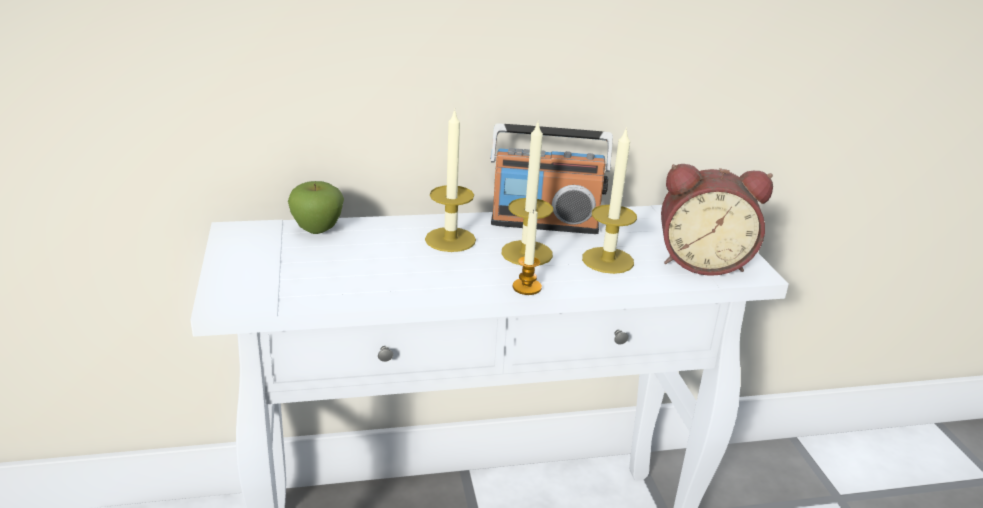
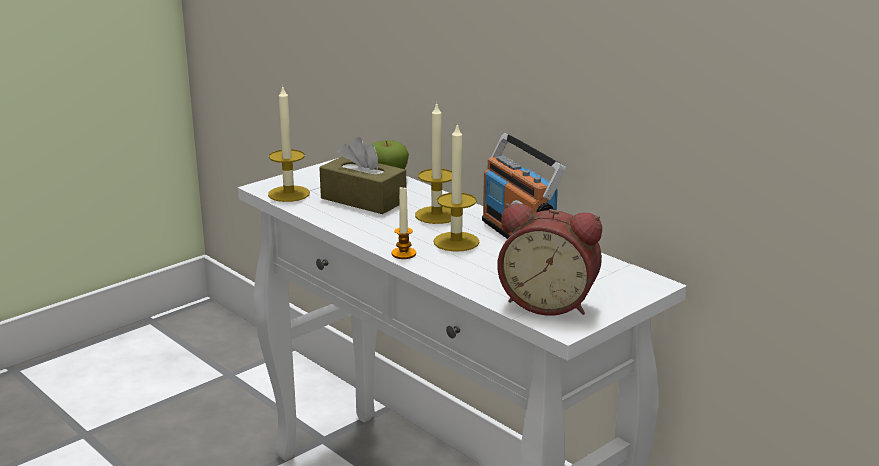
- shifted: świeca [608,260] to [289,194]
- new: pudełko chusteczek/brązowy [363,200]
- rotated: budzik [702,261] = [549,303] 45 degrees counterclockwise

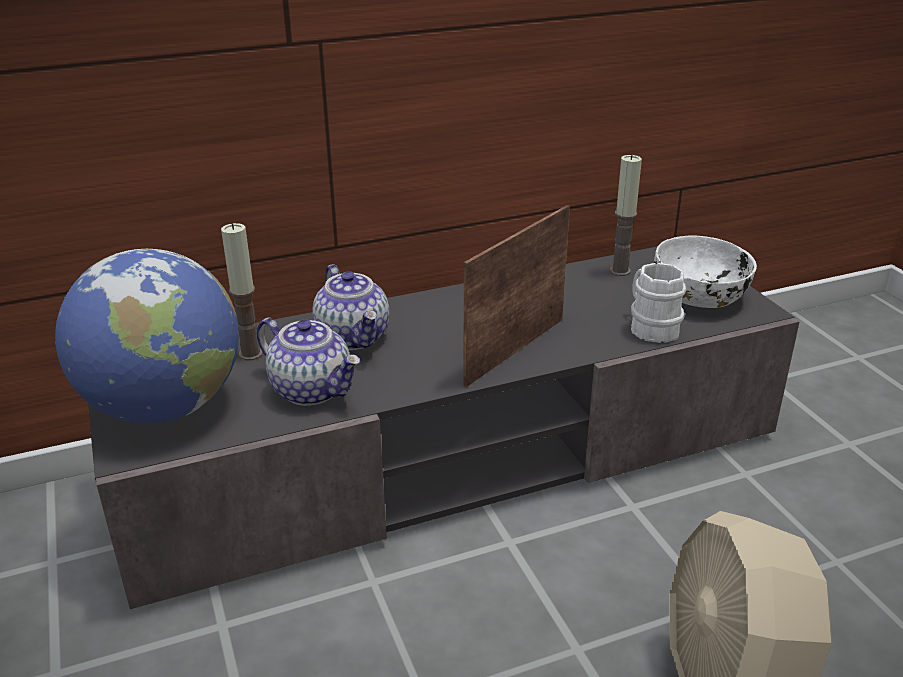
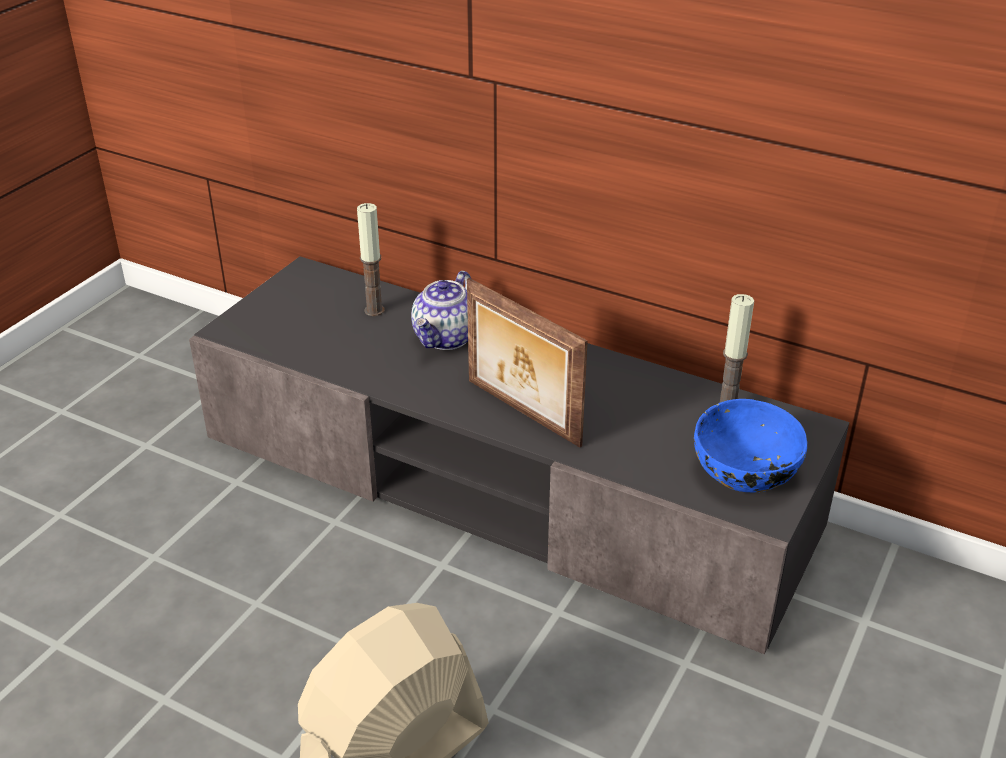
- rotated: ramka na zdjęcie [513,350] = [521,413] 135 degrees counterclockwise
- repainted: miska/biały [700,296] to miska/niebieski [744,472]
- gone: globus [164,407]
- gone: imbryk [312,390]
- gone: kubek/biały [650,327]

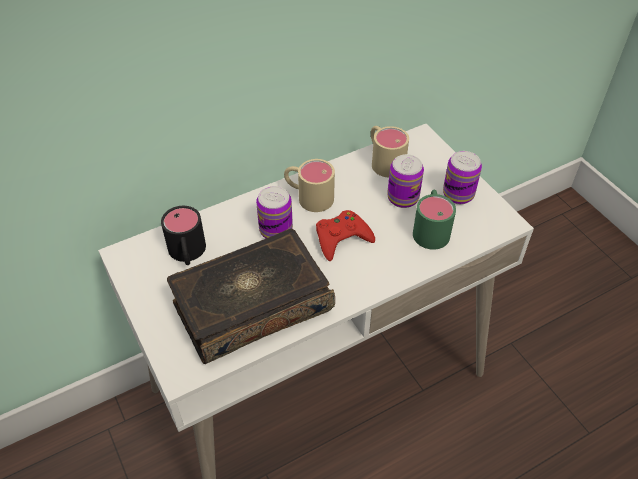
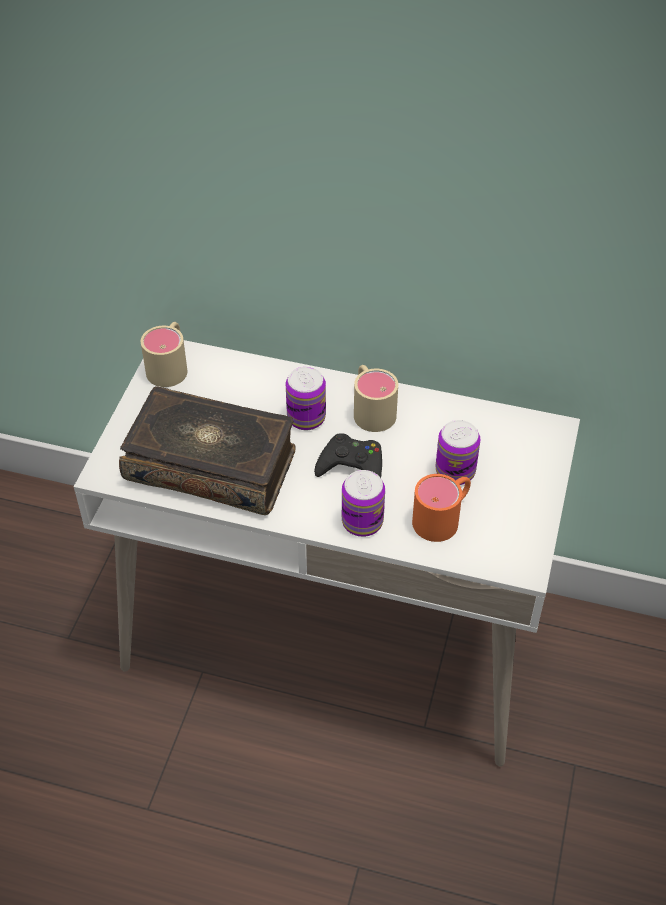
- shifted: kubek/beżowy [384,160] to [170,365]
- repainted: pad do gier/czerwony [342,238] to pad do gier/czarny [352,466]
- shifted: puszka [458,194] to [362,522]
- repainted: kubek/zielony [431,228] to kubek/pomarańczowy [443,517]
- gone: kubek/czarny [187,254]

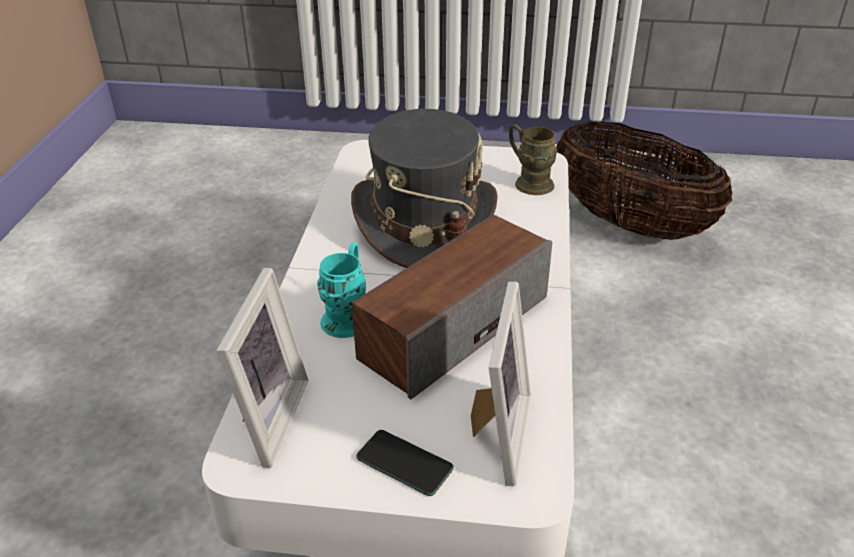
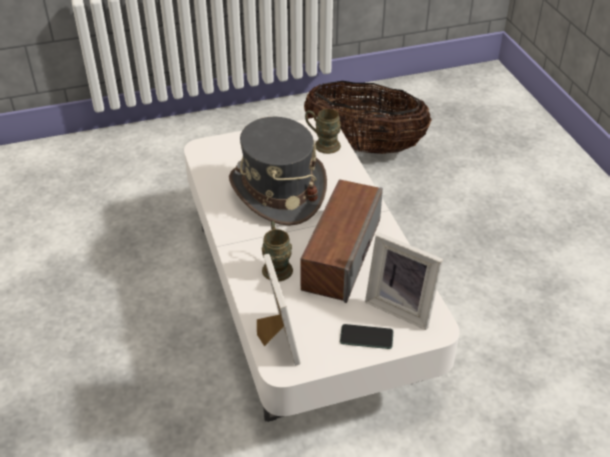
- repainted: kubek/turkusowy [348,315] to kubek/brązowy [276,265]
- rotated: ramka na zdjęcie [495,435] = [401,306] 135 degrees clockwise

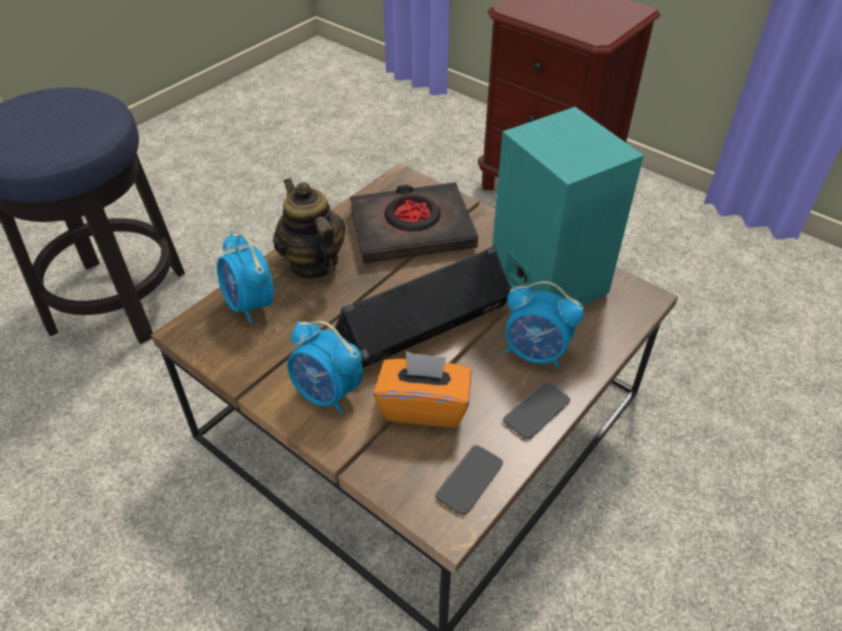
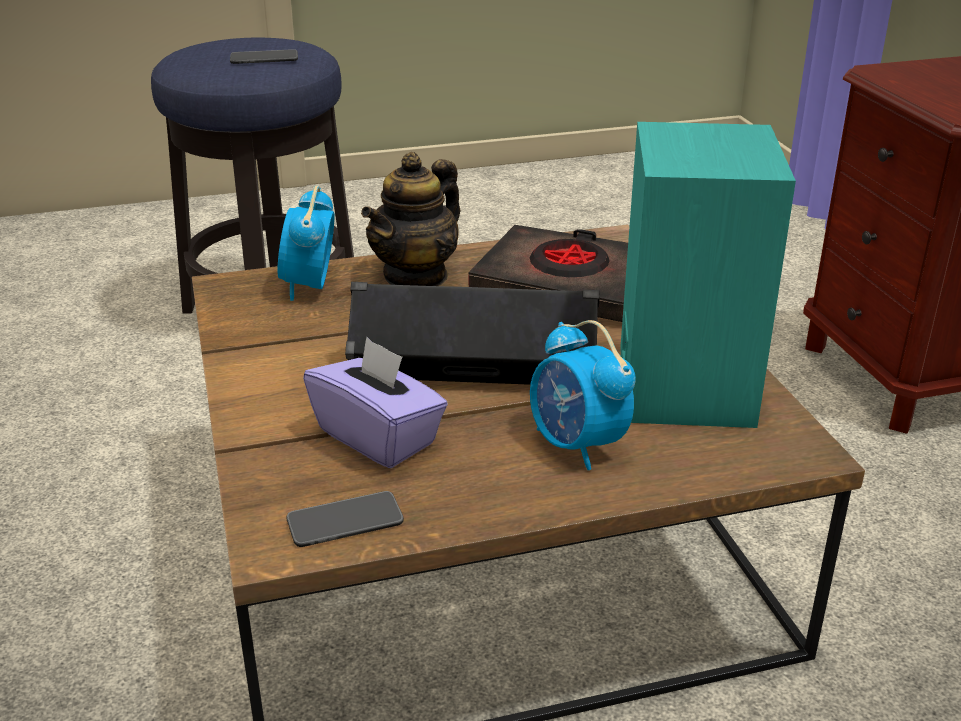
- shifted: telefon [536,411] to [264,59]
- repainted: pudełko chusteczek/pomarańczowy [424,407] to pudełko chusteczek/fioletowy [378,436]
- rotated: imbryk [313,263] = [416,276] 150 degrees counterclockwise
- gone: budzik [327,394]

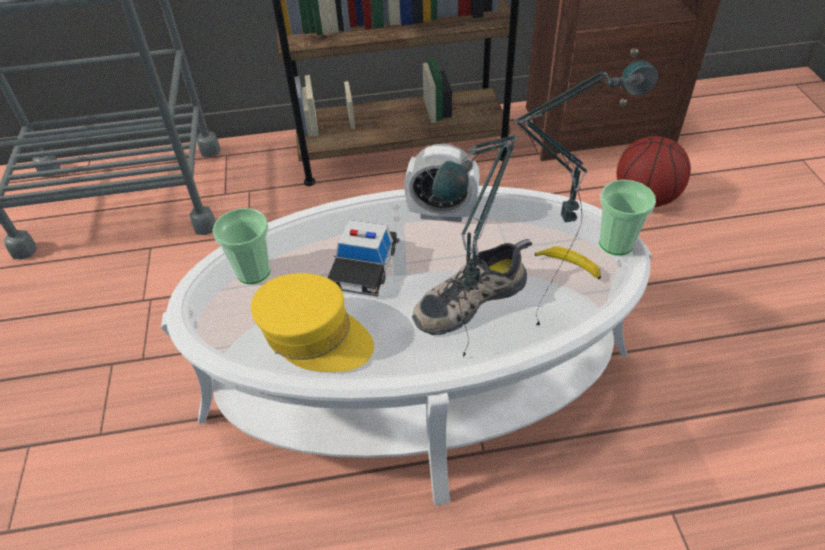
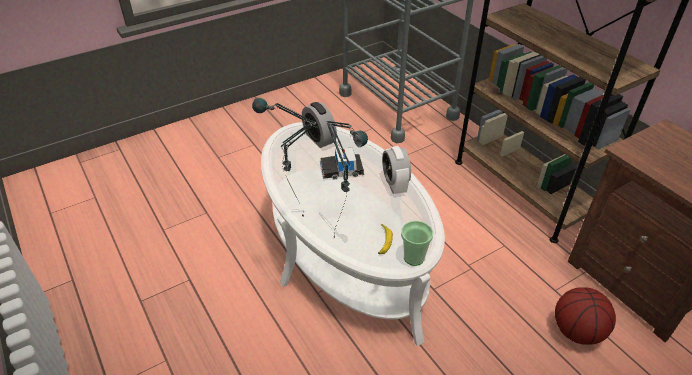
- swapped: filiżanka [253,271] to budzik [319,138]
- gone: czapka z daszkiem/żółty [314,335]
- gone: but [469,298]

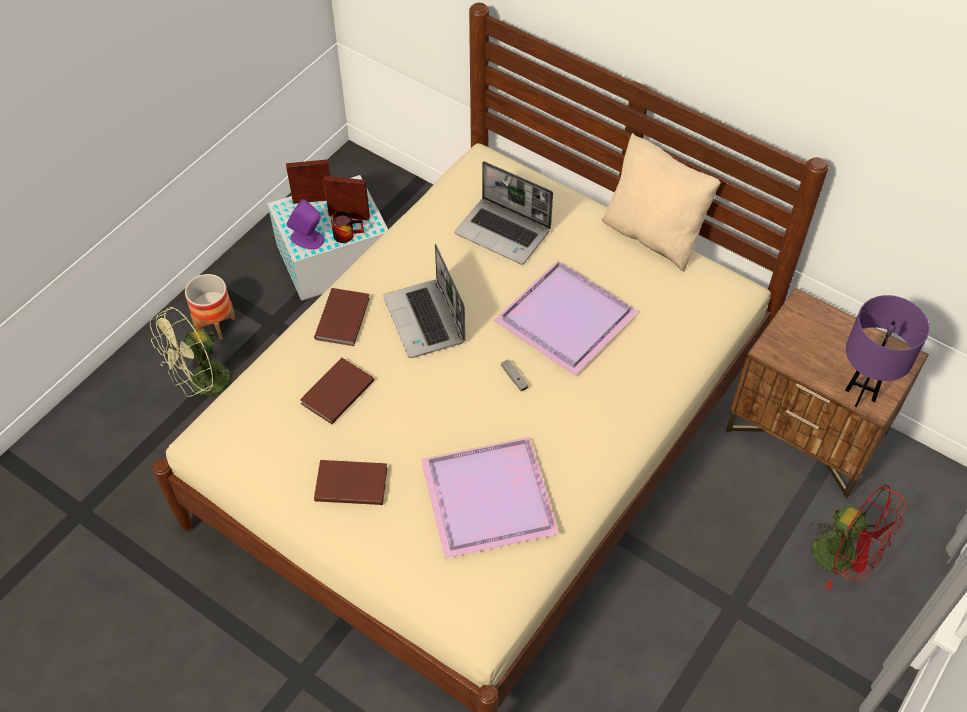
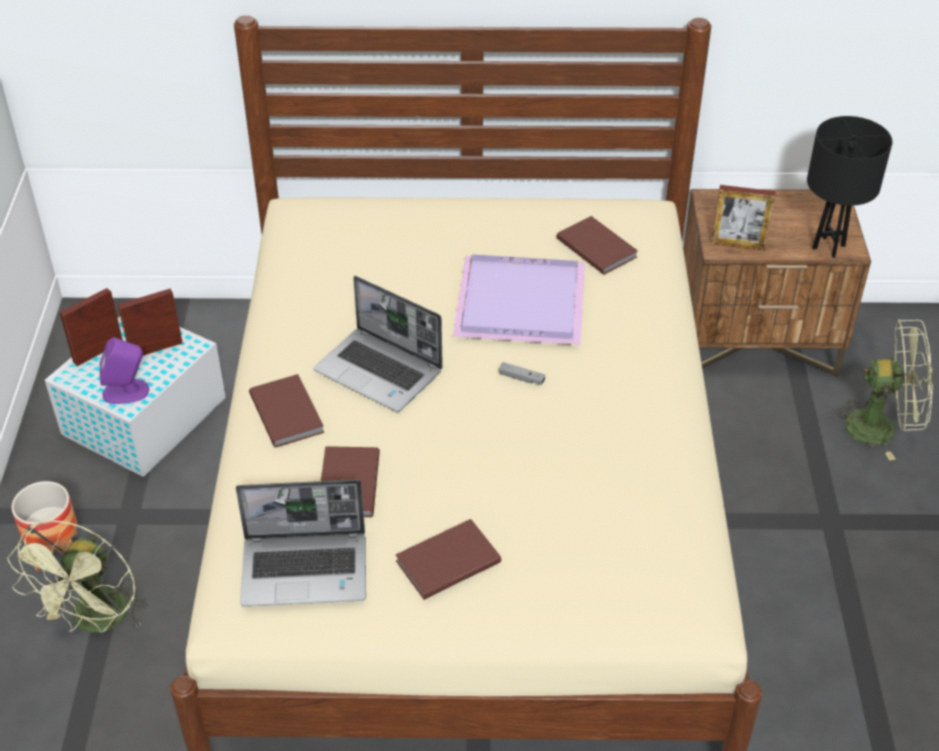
- shifted: laptop [504,232] to [306,569]
- new: książka/brązowy [597,247]
- new: ramka na zdjęcie [738,245]
- repainted: lampa stołowa/fioletowy [860,395] to lampa stołowa/czarny [828,247]
- repainted: wentylator/czerwony [844,558] to wentylator/zielony [881,427]
- gone: kubek [347,233]
- gone: taca/fioletowy [491,499]
- gone: poduszka/beżowy [653,235]

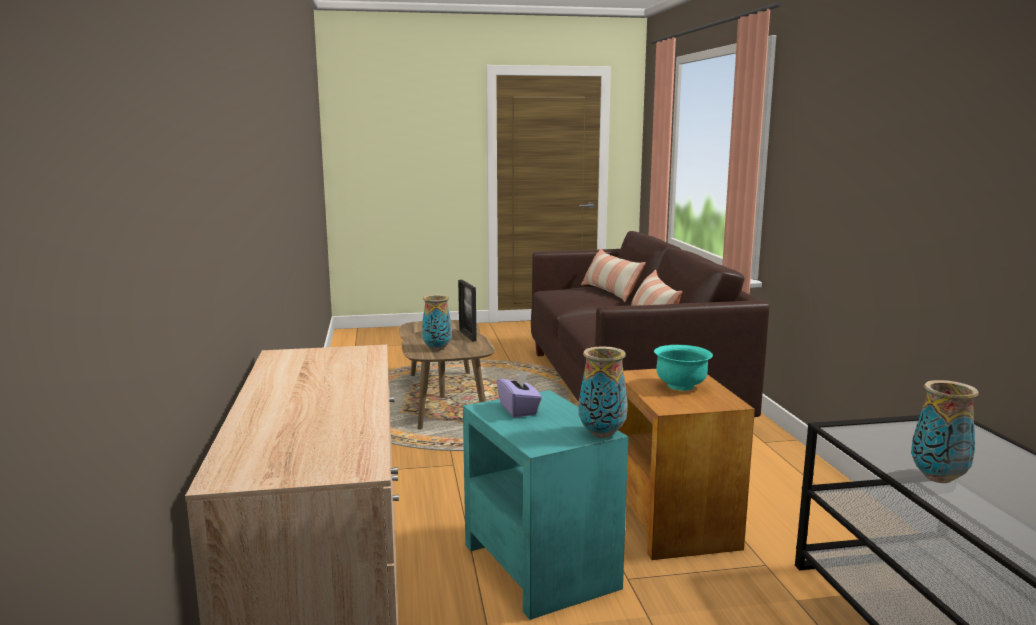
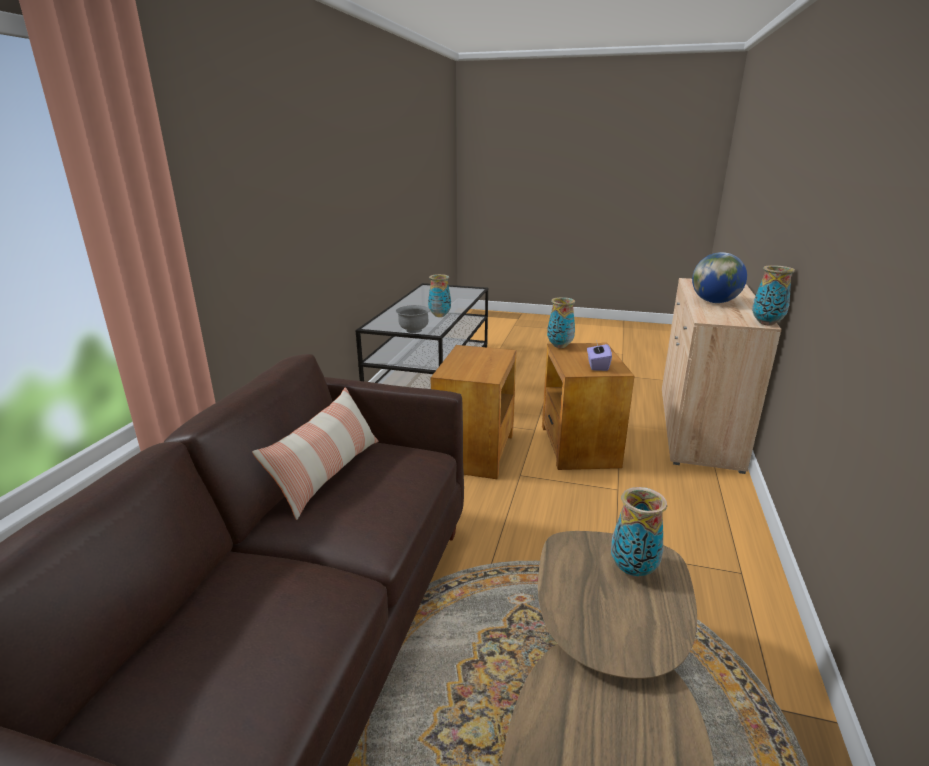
- new: miska/szary [413,330]
- repainted: stolik/turkusowy [540,565] to stolik/brązowy [578,446]
- new: globus [714,302]
- new: wazon [767,323]
- gone: ramka na zdjęcie [467,335]
- gone: poduszka [610,292]
- gone: miska/turkusowy [681,386]

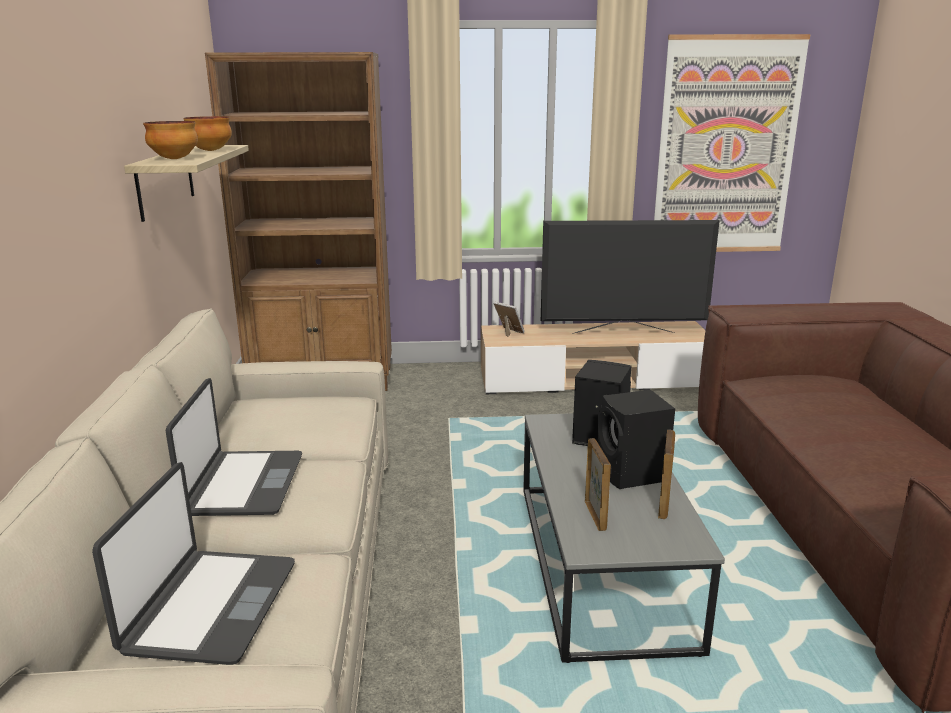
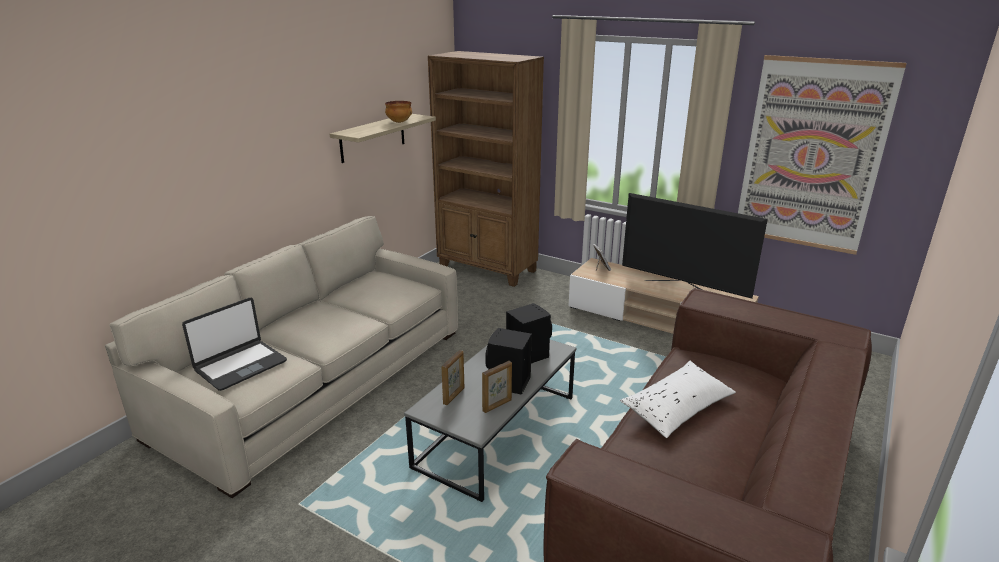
- new: poduszka/biały [677,408]
- gone: miska [175,159]
- gone: laptop [243,484]

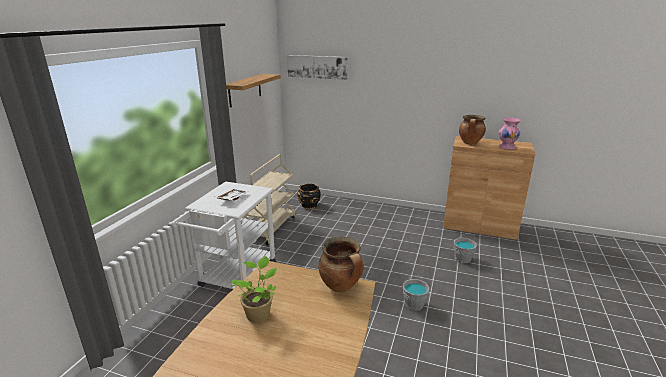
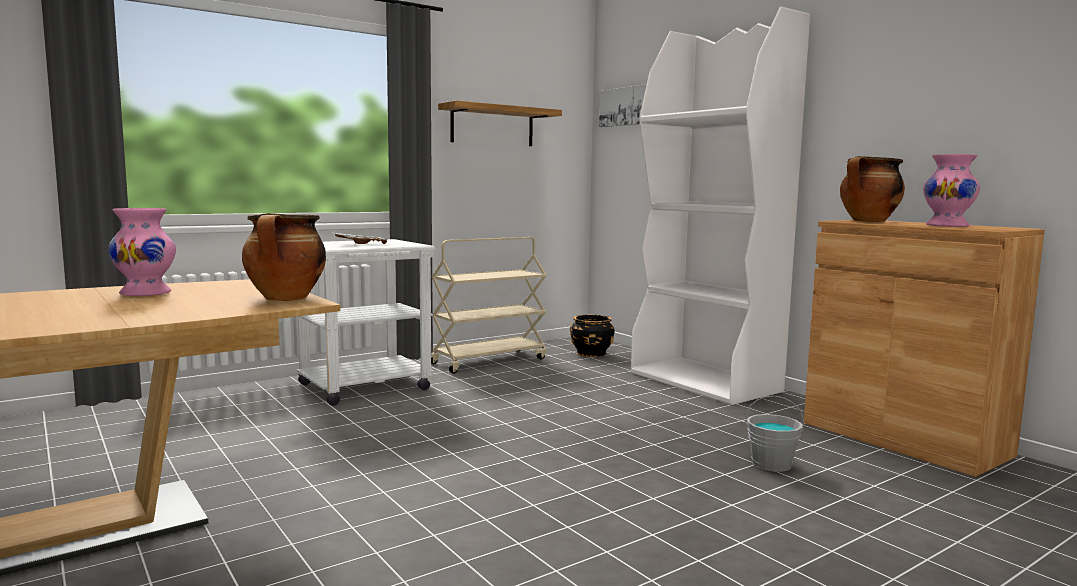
- swapped: roślina doniczkowa [258,314] to wazon/różowy [144,293]
- new: regał/biały [705,382]
- gone: wiadro/szary [414,304]

